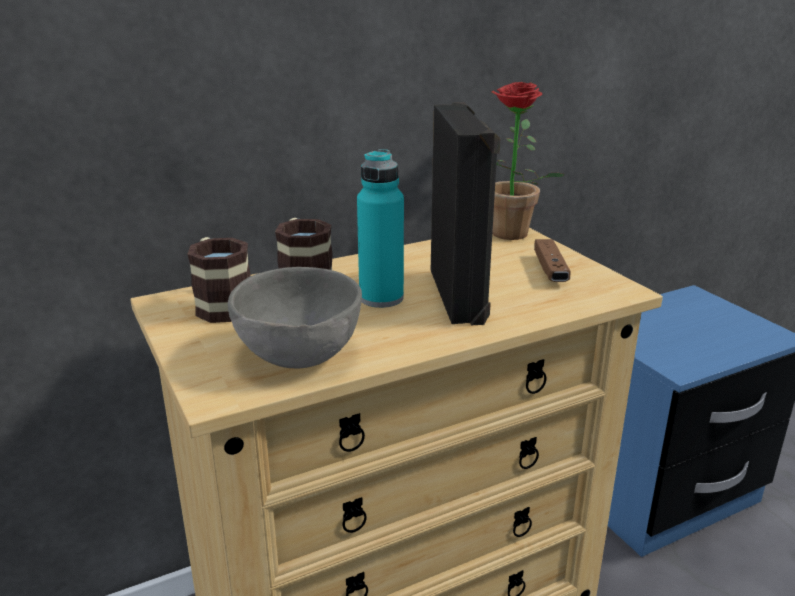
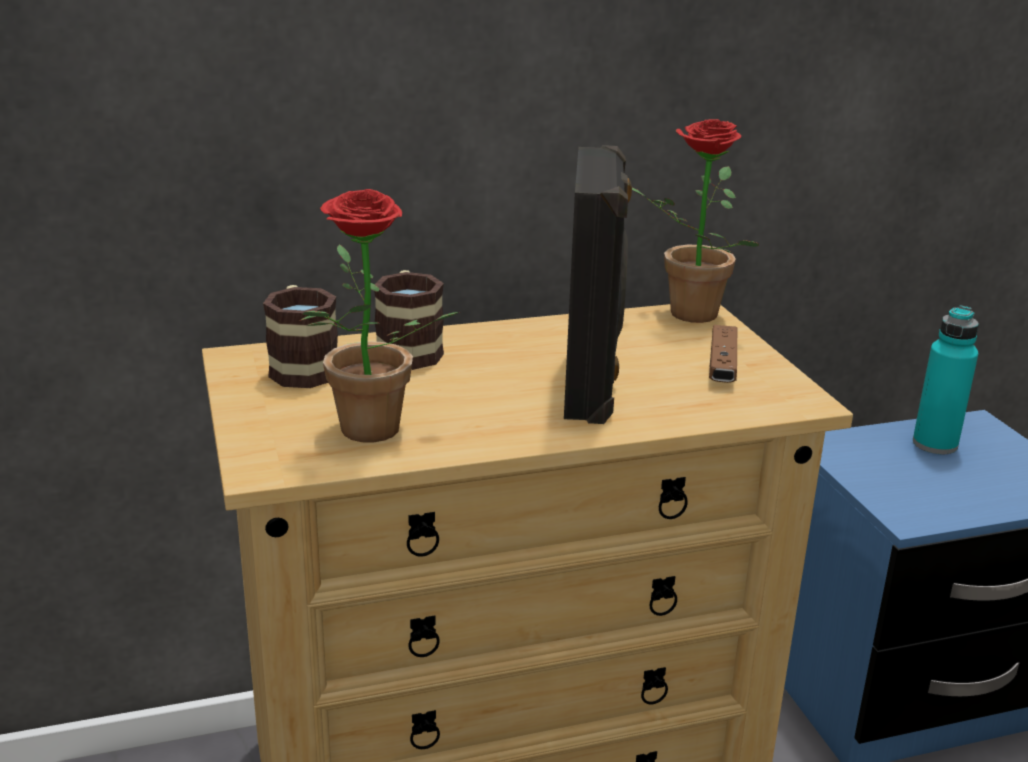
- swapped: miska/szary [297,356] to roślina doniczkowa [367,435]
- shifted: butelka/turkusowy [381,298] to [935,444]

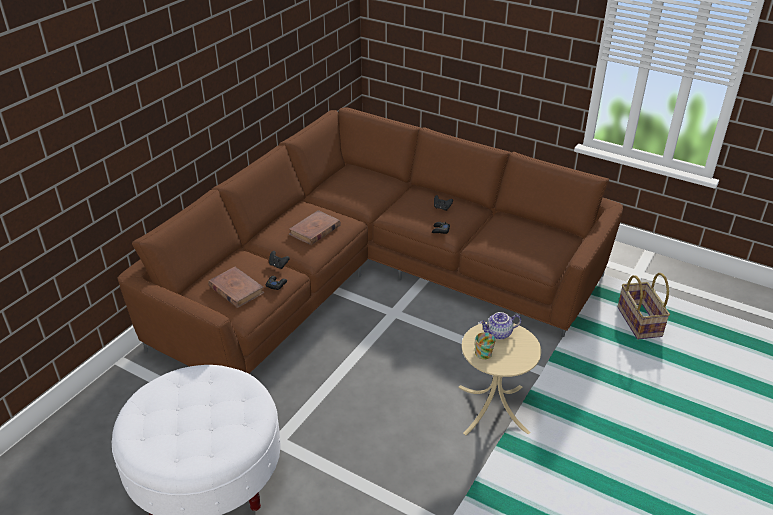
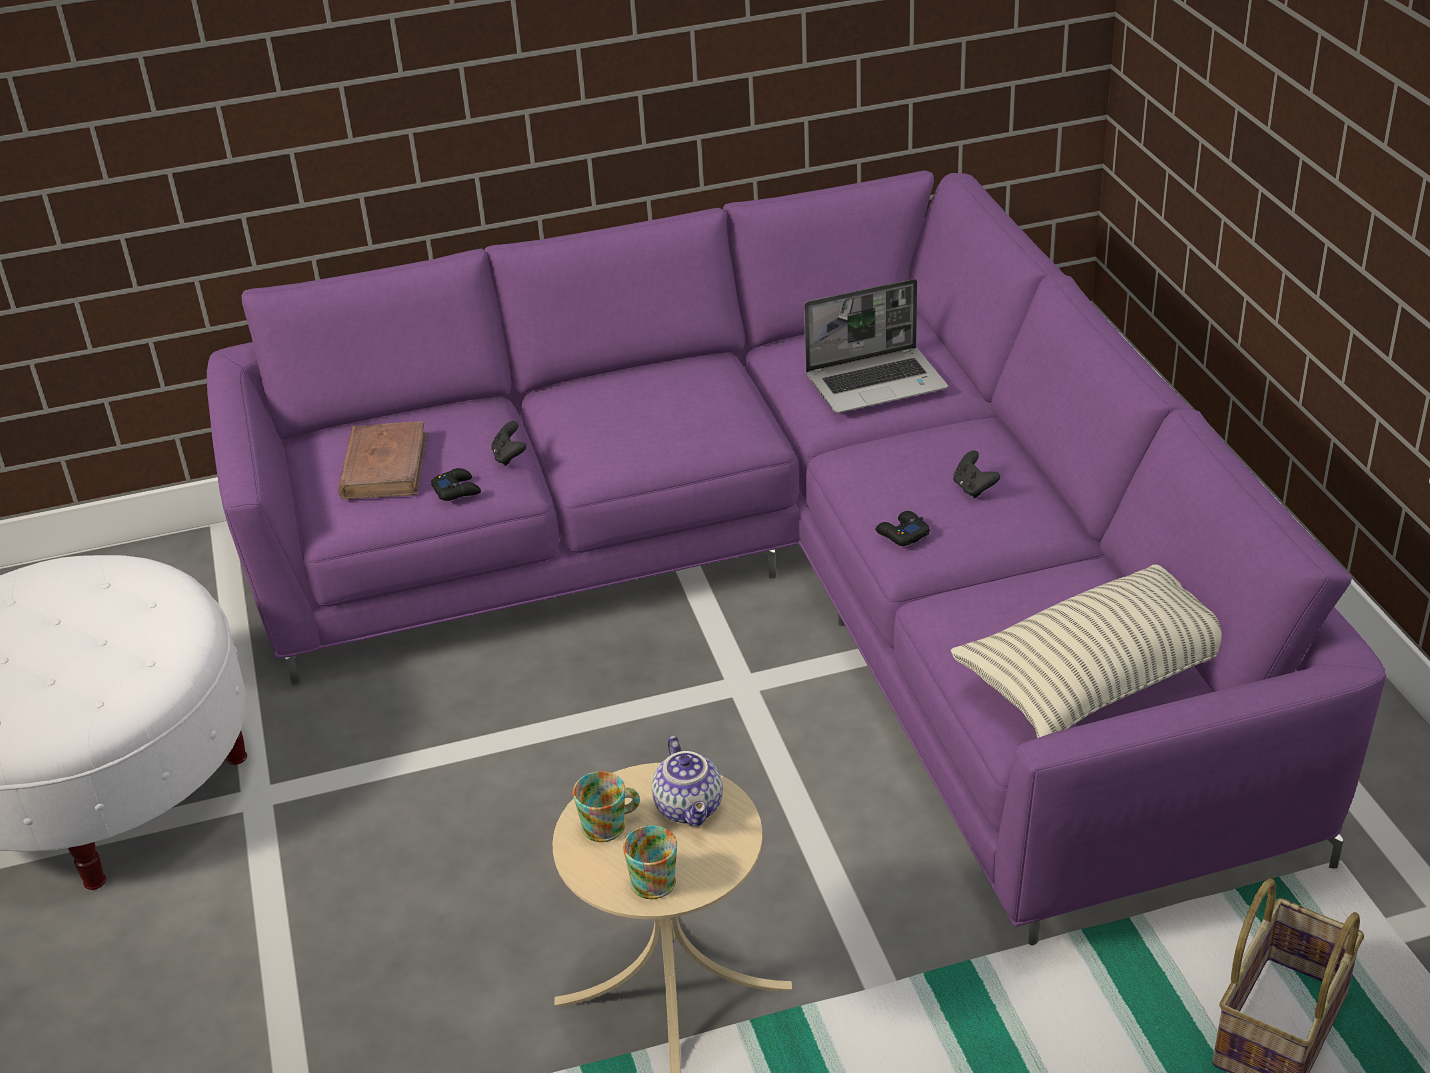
- repainted: kanapa/brązowy [372,277] to kanapa/fioletowy [793,591]
- new: kubek [649,878]
- rotated: imbryk [499,334] = [691,807] 135 degrees counterclockwise
- new: laptop [877,382]
- new: poduszka [1104,677]
- gone: książka/brązowy [314,230]

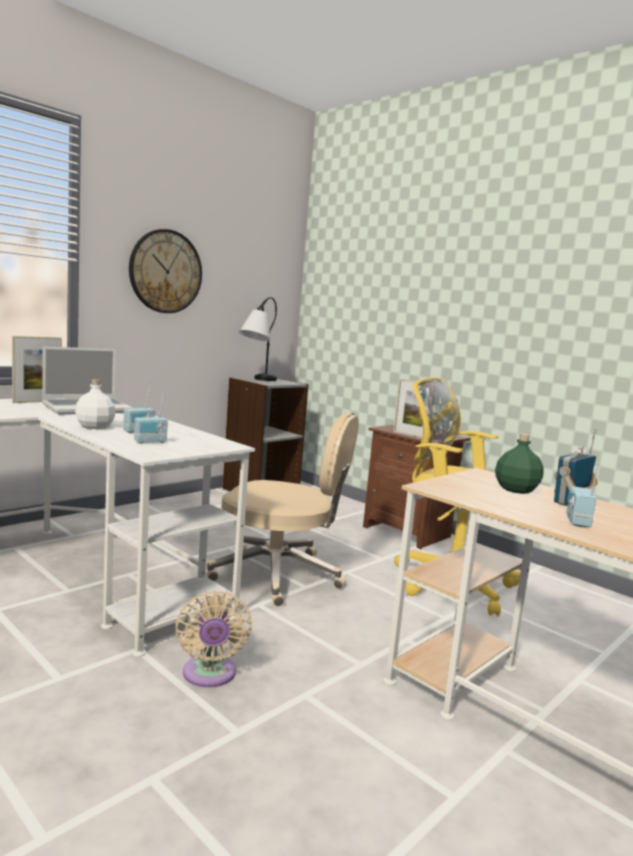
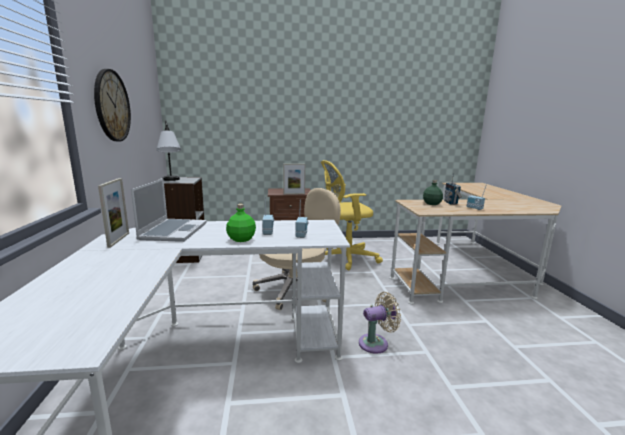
- repainted: butelka/biały [94,427] to butelka/zielony [241,239]
- rotated: wentylator/beżowy [209,675] = [376,343] 45 degrees counterclockwise

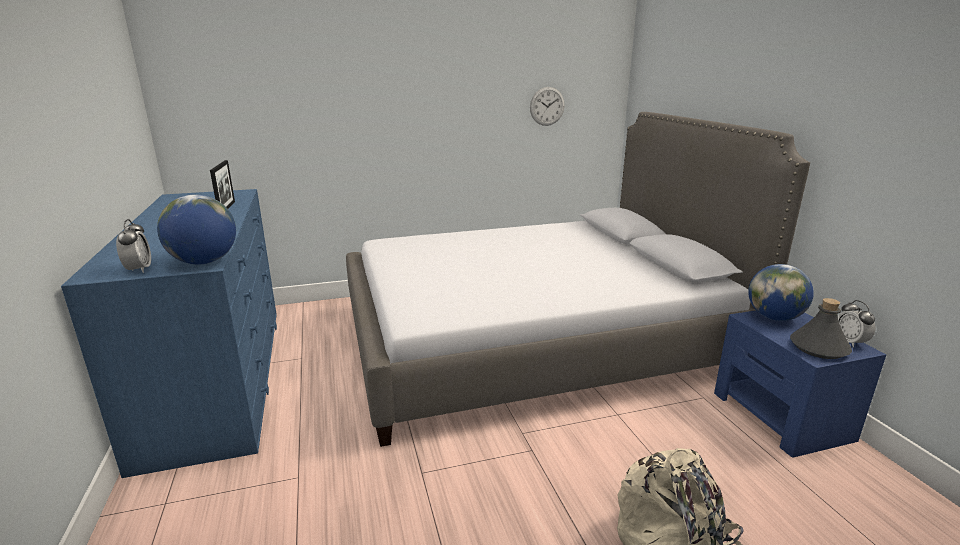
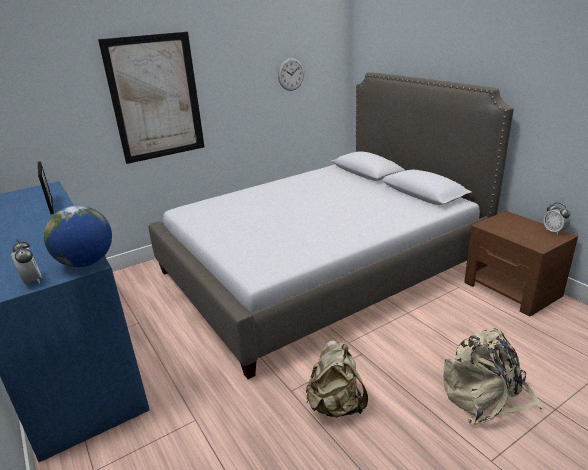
- new: obraz [156,98]
- new: plecak/beżowy [336,405]
- repainted: szafka nocna/niebieski [781,416] to szafka nocna/brązowy [512,289]
- gone: globus [774,317]
- gone: butelka/szary [818,348]

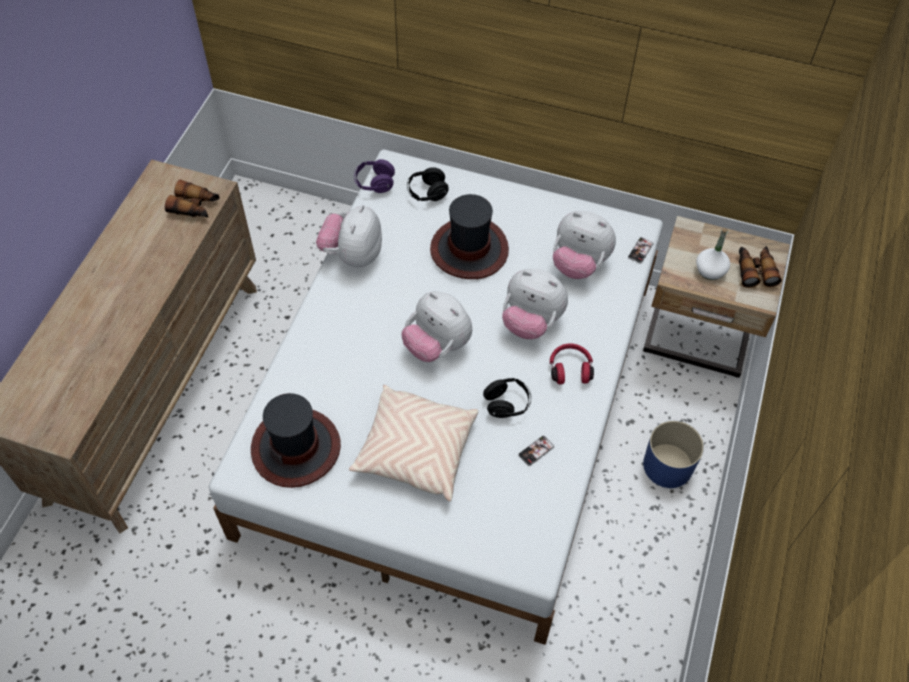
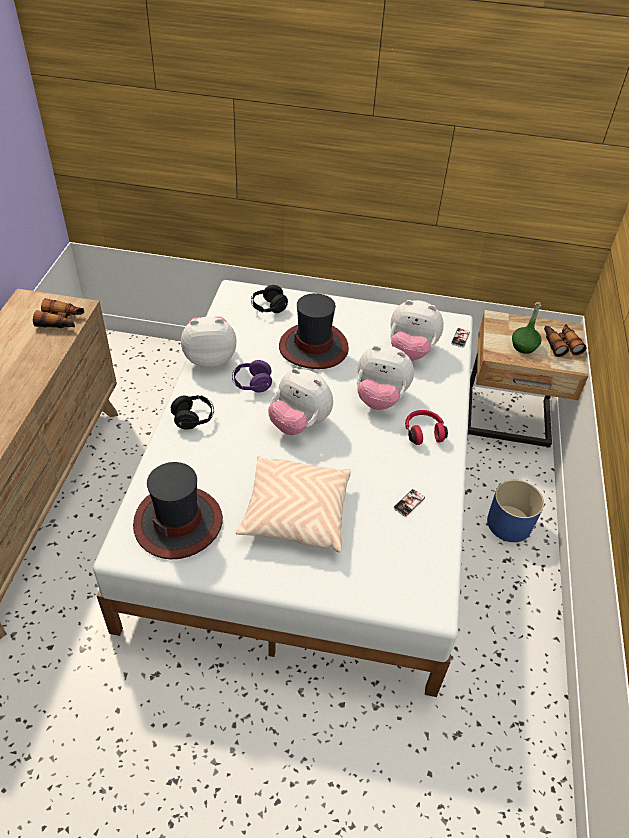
- shifted: słuchawki/czarny [507,404] to [193,419]
- rotated: pluszak [352,255] = [210,358] 75 degrees clockwise
- shifted: słuchawki/fioletowy [374,183] to [252,384]
- repainted: butelka/biały [710,270] to butelka/zielony [523,346]

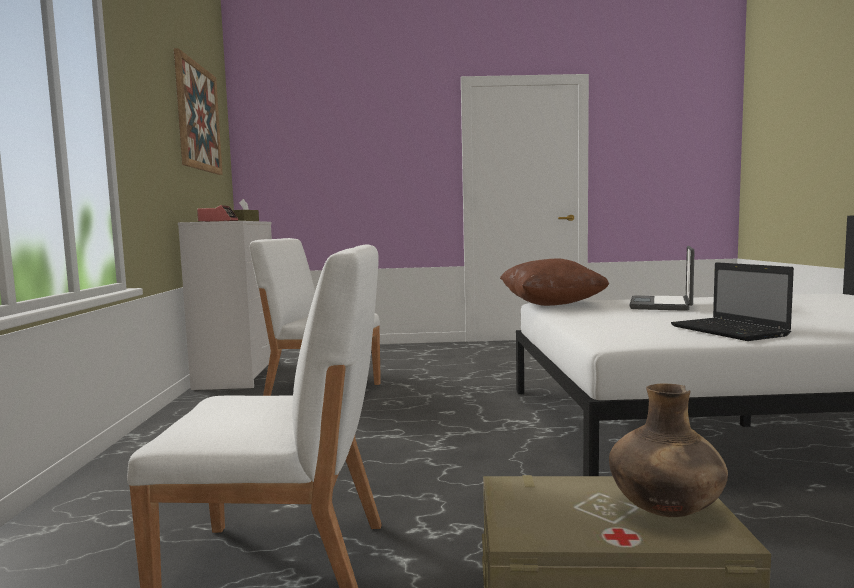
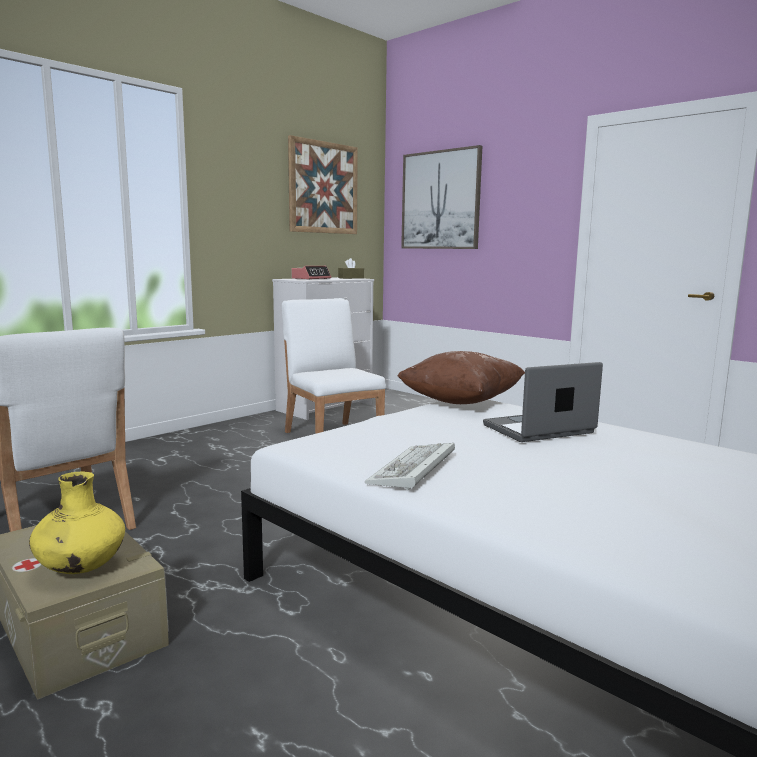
- repainted: wazon/brązowy [665,510] to wazon/żółty [80,568]
- swapped: laptop [730,331] to klawiatura [413,470]
- new: obraz [440,200]

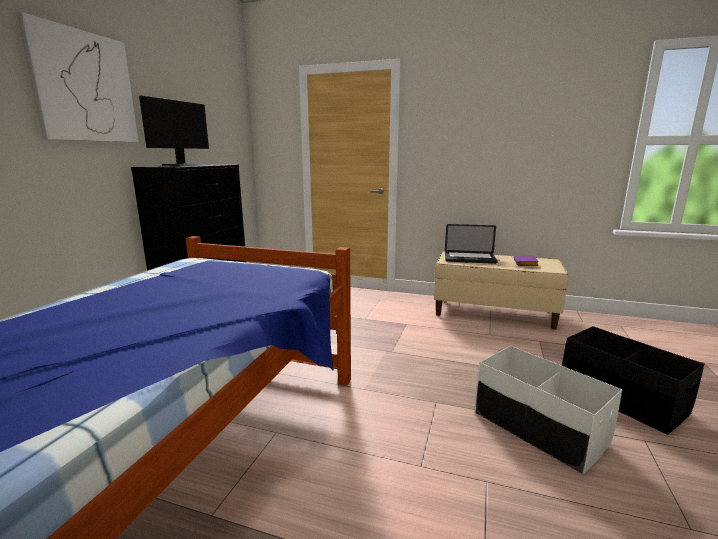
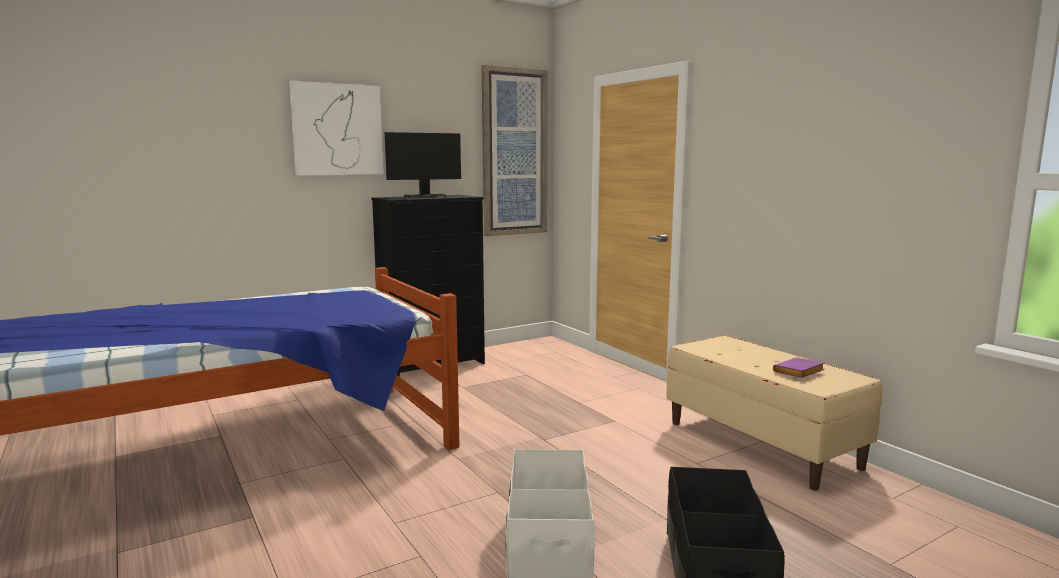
- new: obraz [514,152]
- gone: laptop [469,259]

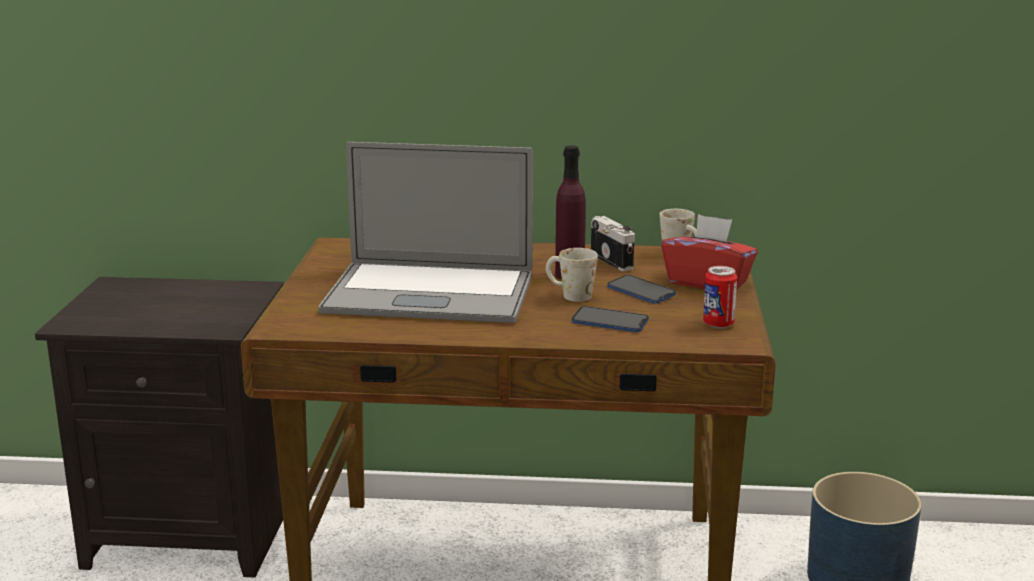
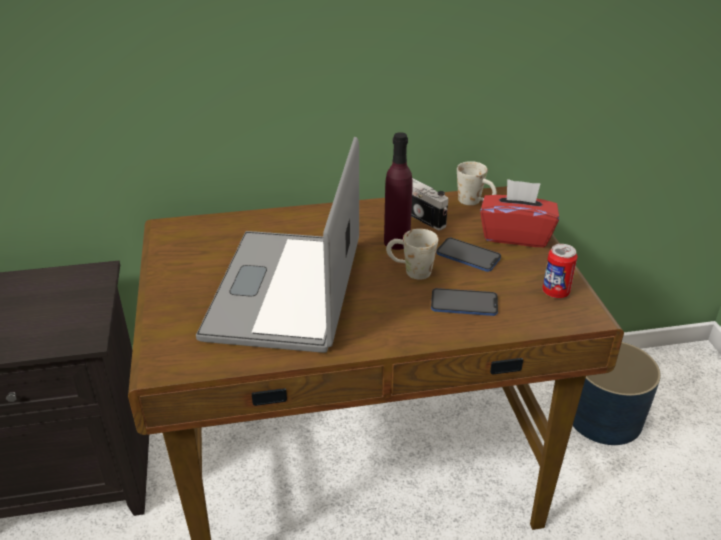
- rotated: laptop [429,294] = [285,289] 105 degrees clockwise

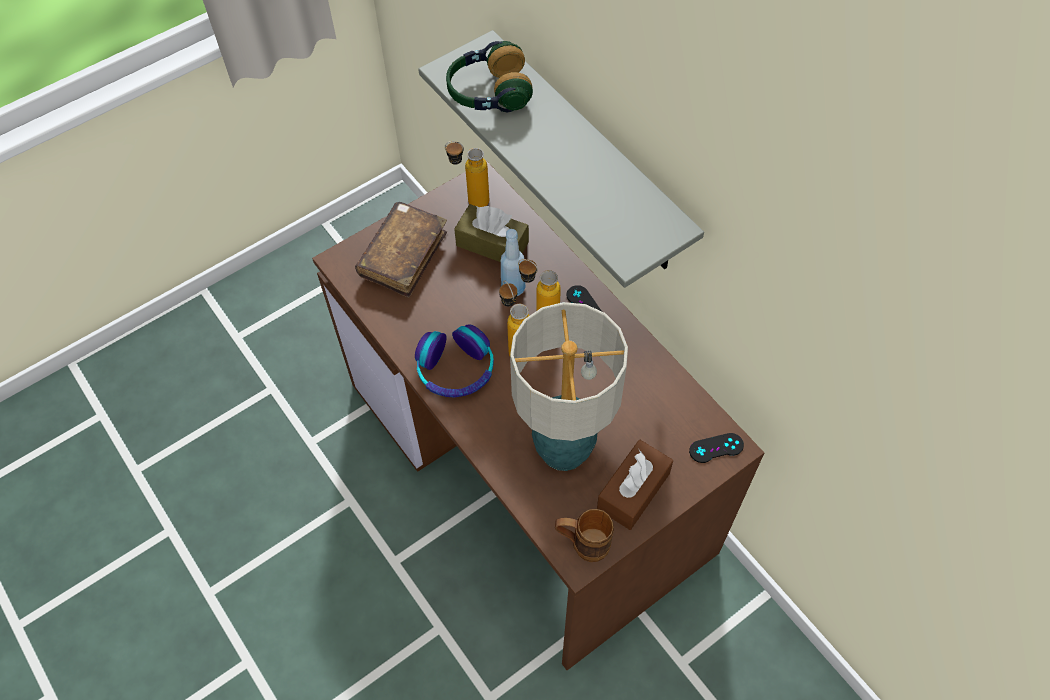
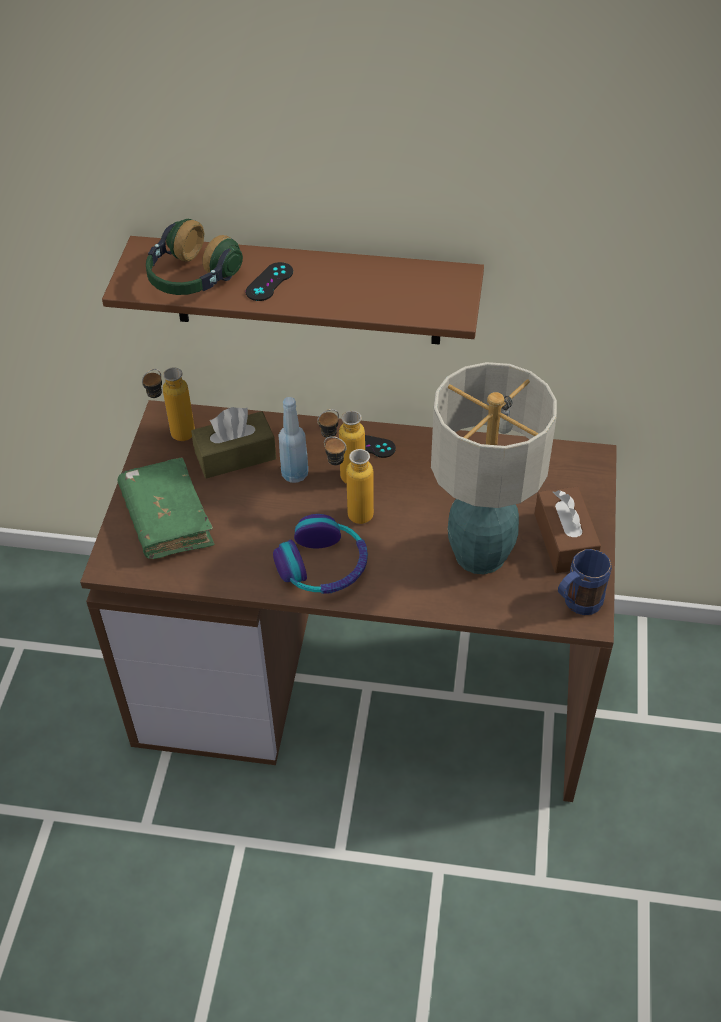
- repainted: półka/szary [589,157] to półka/brązowy [306,291]
- repainted: książka/brązowy [403,255] to książka/zielony [167,518]
- shifted: pad do gier/czarny [716,448] to [269,282]
- repainted: kubek/brązowy [582,544] to kubek/niebieski [576,605]

